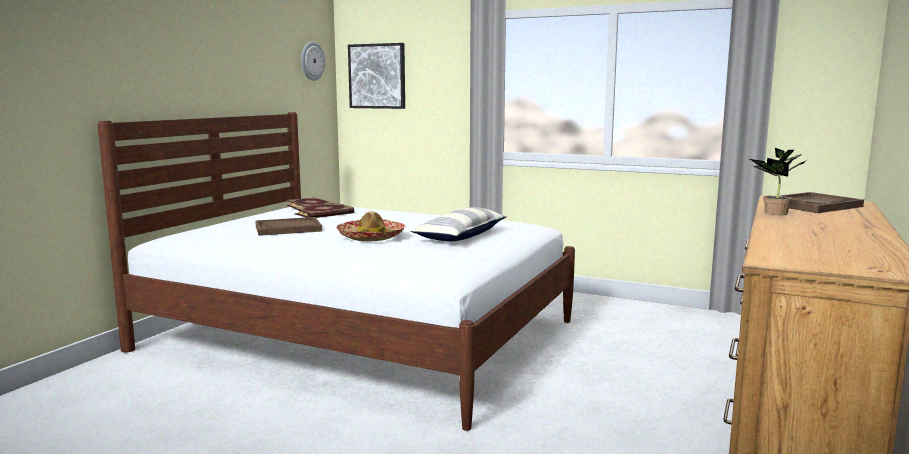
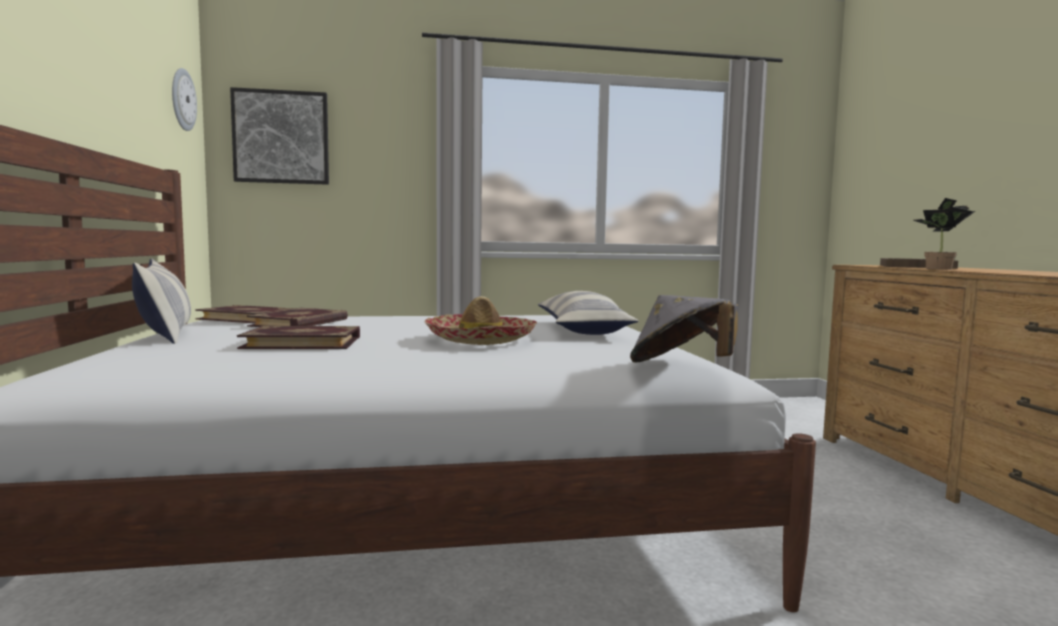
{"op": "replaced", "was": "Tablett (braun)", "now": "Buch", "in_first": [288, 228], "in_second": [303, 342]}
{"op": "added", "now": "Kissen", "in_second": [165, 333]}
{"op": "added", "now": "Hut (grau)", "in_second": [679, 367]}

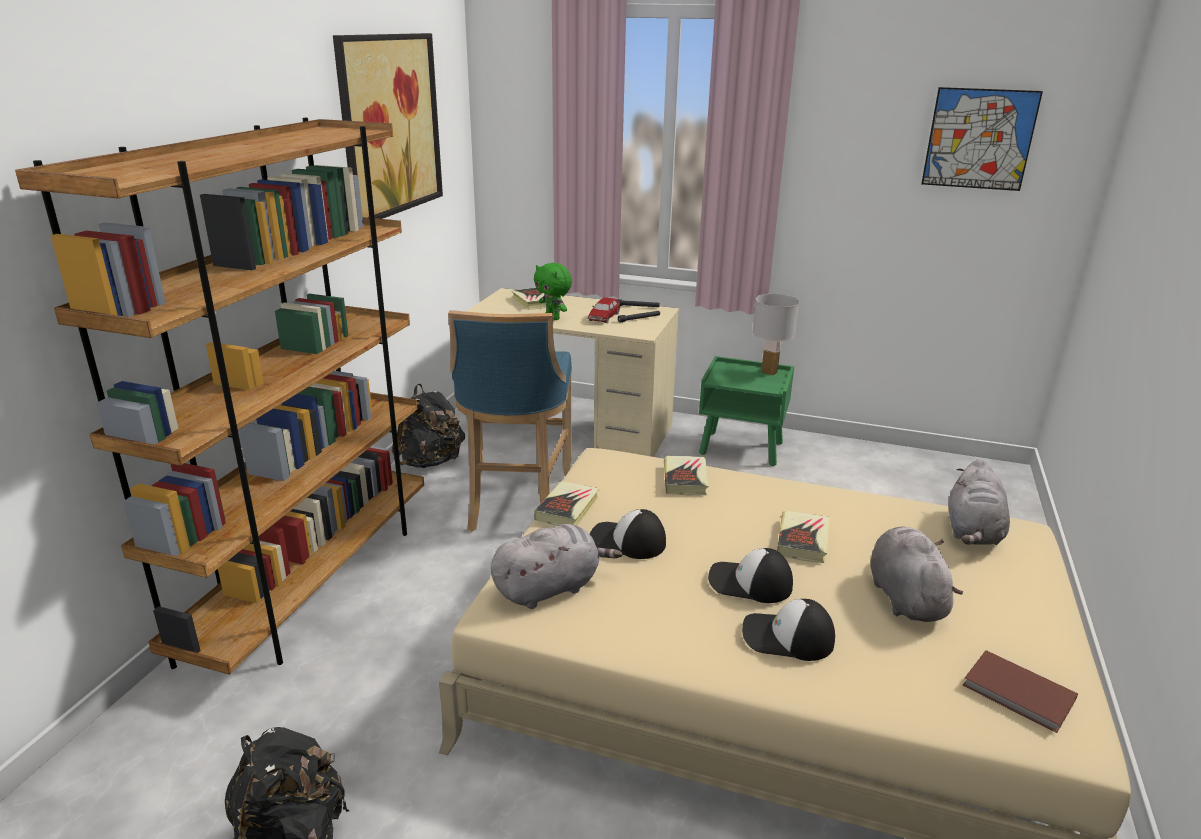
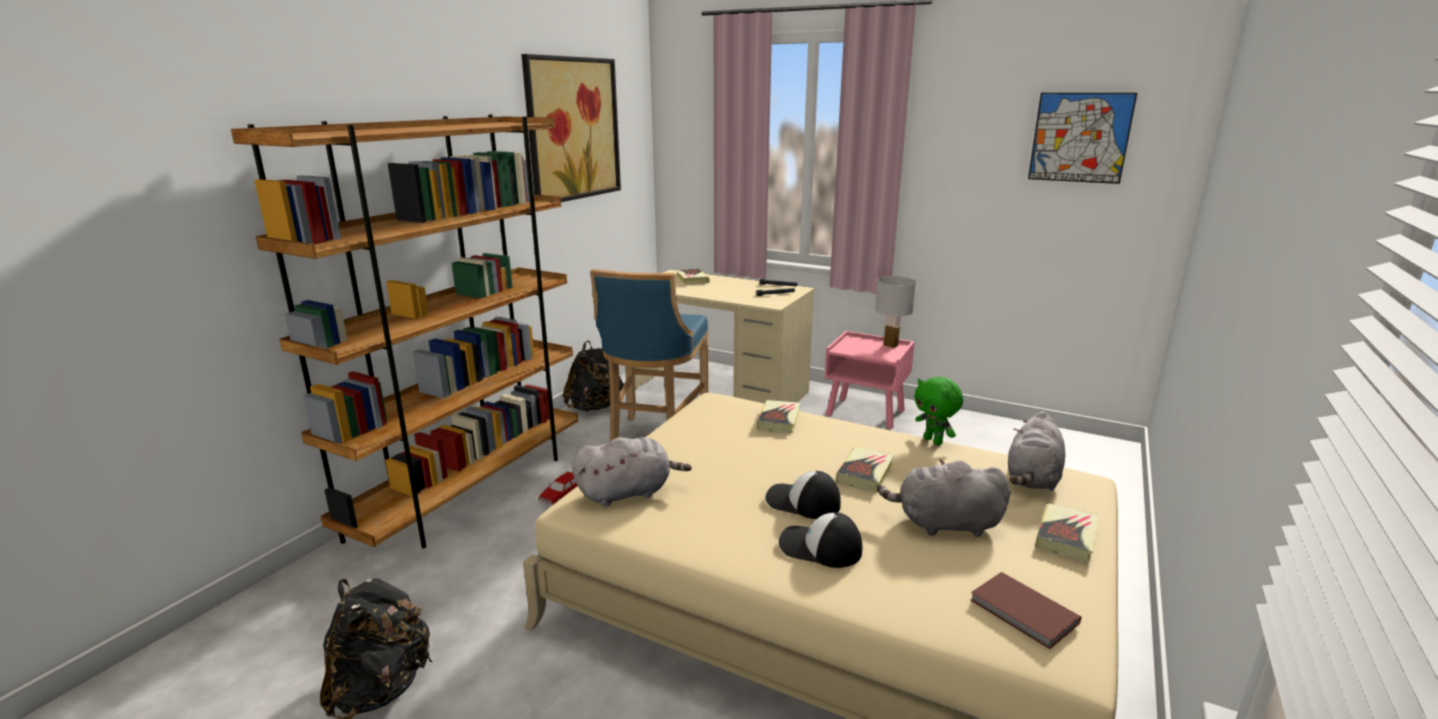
{"op": "moved", "was": "Plüschtier (grün)", "in_first": [553, 318], "in_second": [933, 441]}
{"op": "moved", "was": "Buch", "in_first": [567, 509], "in_second": [1066, 536]}
{"op": "moved", "was": "Spielzeugauto", "in_first": [603, 317], "in_second": [562, 495]}
{"op": "removed", "was": "Kappe", "in_first": [627, 541]}
{"op": "recoloured", "was": "Nachttisch (grün)", "now": "Nachttisch (rosa)", "in_first": [742, 448], "in_second": [866, 413]}
{"op": "turned", "was": "Plüschtier (grau)", "in_first": [904, 596], "in_second": [944, 524], "clockwise": -90}

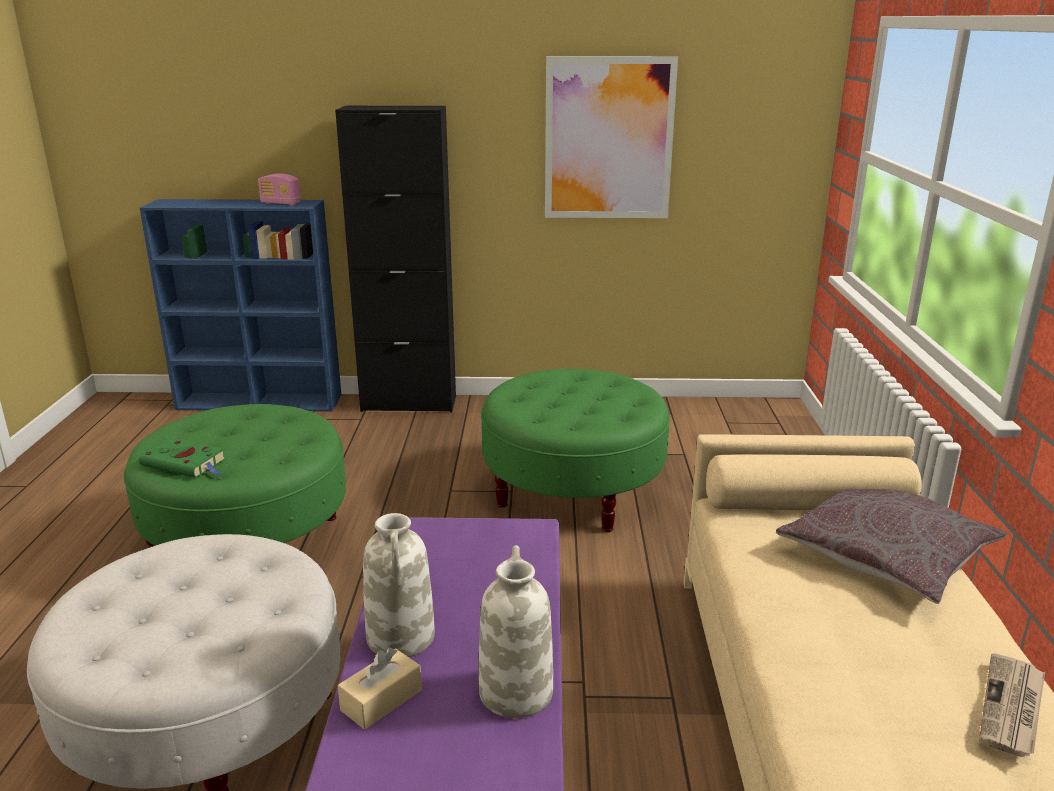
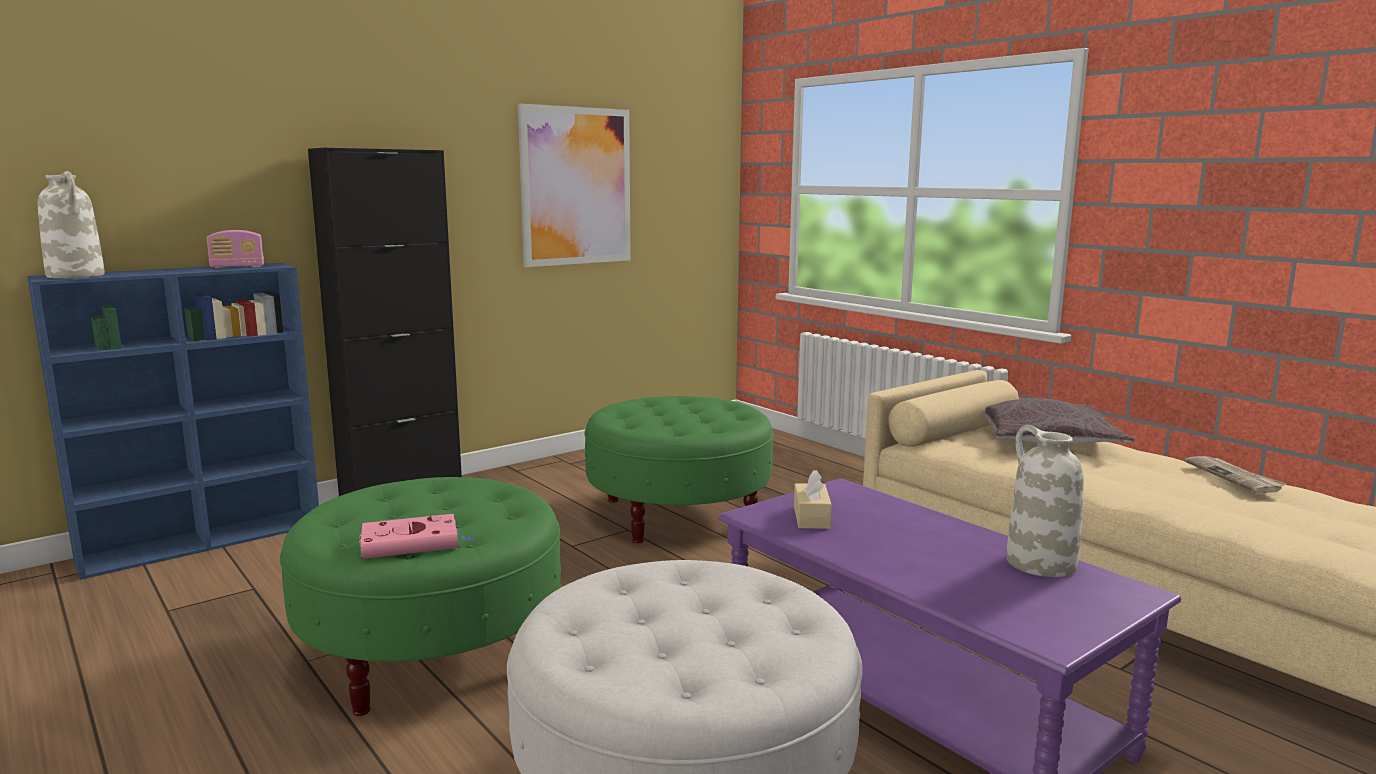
{"op": "recoloured", "was": "Buch (grün)", "now": "Buch (rosa)", "in_first": [186, 463], "in_second": [413, 543]}
{"op": "moved", "was": "Taschentuchbox (beige)", "in_first": [381, 700], "in_second": [811, 517]}
{"op": "moved", "was": "Vase (weiß)", "in_first": [401, 638], "in_second": [76, 275]}

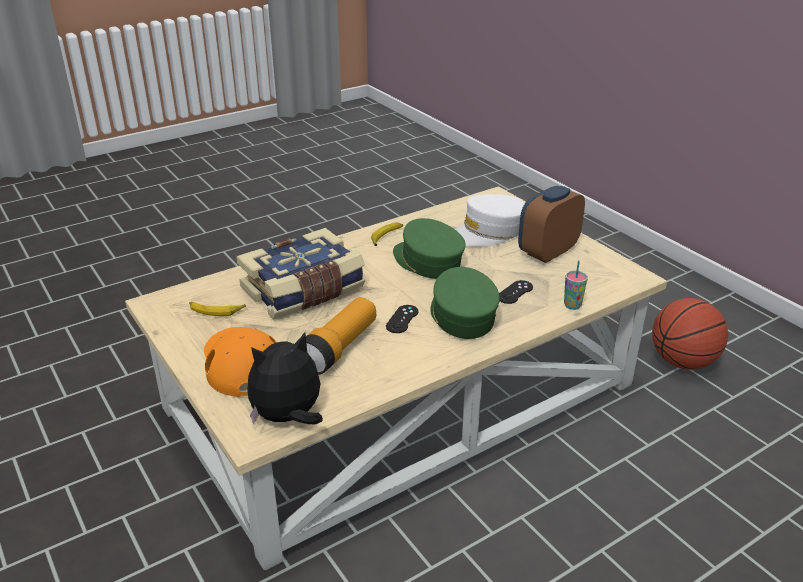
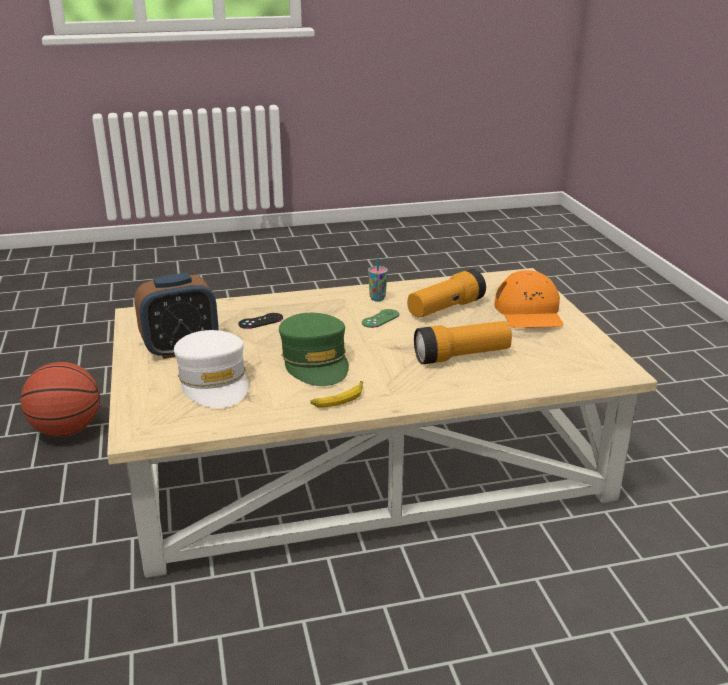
{"op": "removed", "was": "Banane", "in_first": [216, 311]}
{"op": "replaced", "was": "Buch", "now": "Taschenlampe", "in_first": [304, 291], "in_second": [461, 356]}
{"op": "removed", "was": "Plüschtier", "in_first": [288, 418]}
{"op": "recoloured", "was": "Gamepad (schwarz)", "now": "Gamepad (grün)", "in_first": [402, 319], "in_second": [380, 318]}
{"op": "removed", "was": "Kappe (grün)", "in_first": [461, 316]}
{"op": "turned", "was": "Kappe (weiß)", "in_first": [488, 232], "in_second": [214, 382], "clockwise": 75}
{"op": "moved", "was": "Tasse", "in_first": [572, 305], "in_second": [377, 298]}

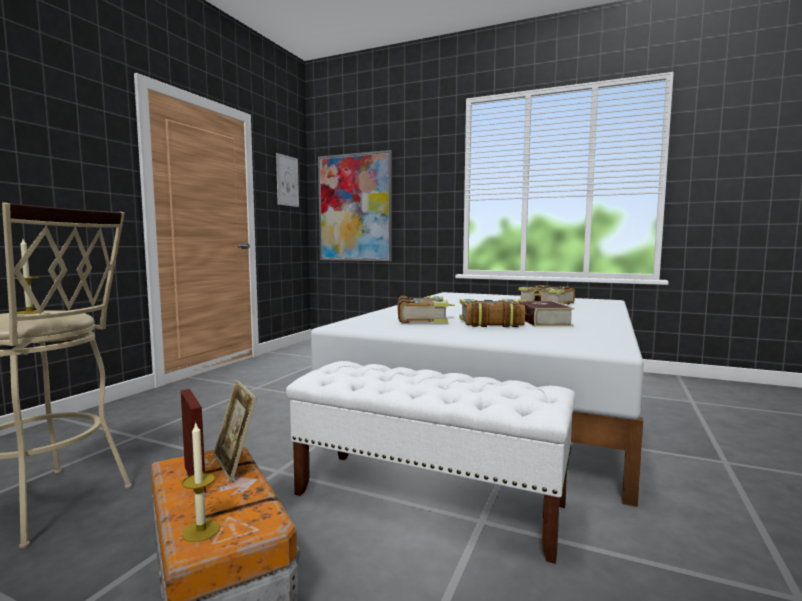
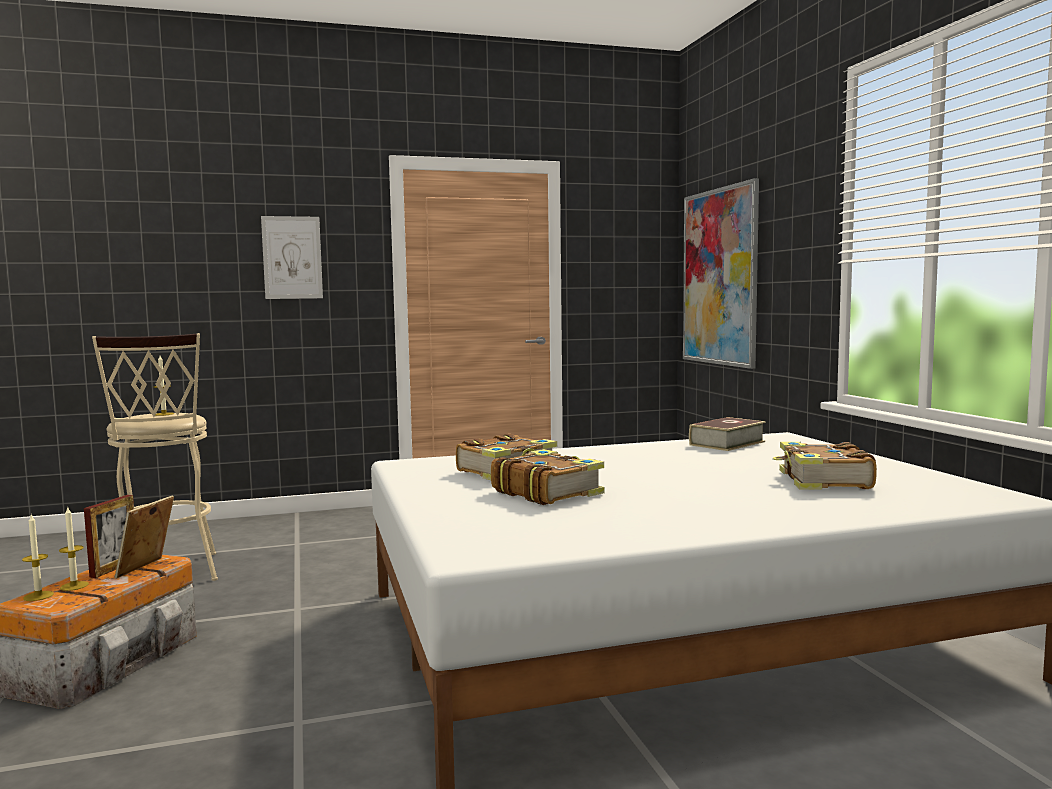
{"op": "moved", "was": "Bild", "in_first": [287, 181], "in_second": [292, 257]}
{"op": "removed", "was": "Bank (weiß)", "in_first": [428, 499]}
{"op": "moved", "was": "Buch", "in_first": [543, 321], "in_second": [727, 443]}
{"op": "added", "now": "Kerze", "in_second": [74, 586]}

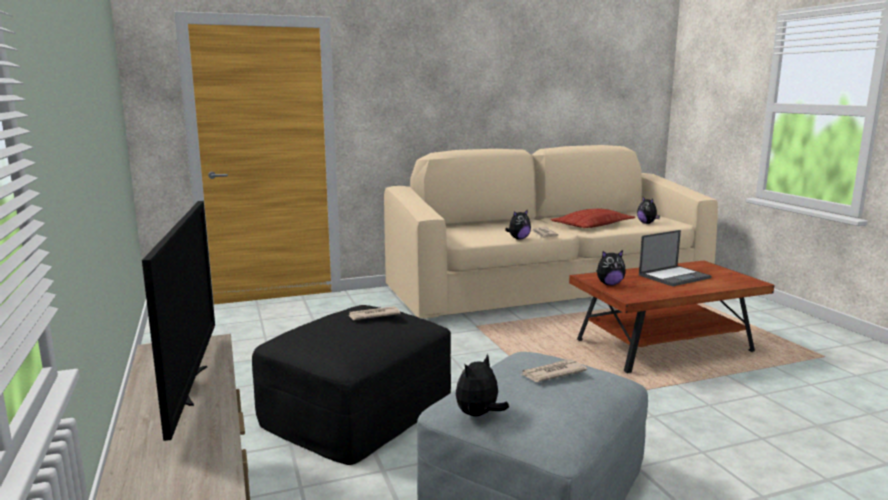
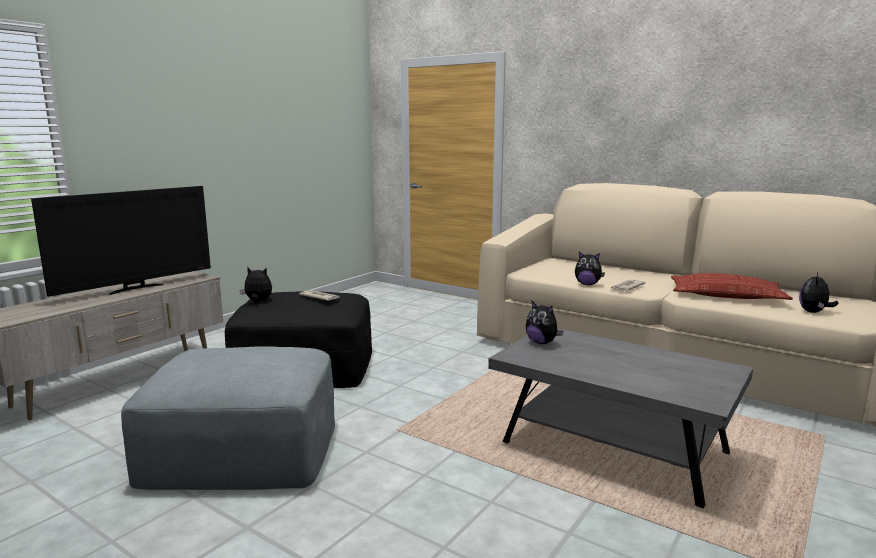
{"op": "moved", "was": "Plüschtier", "in_first": [479, 415], "in_second": [258, 301]}
{"op": "removed", "was": "Zeitung", "in_first": [552, 373]}
{"op": "recoloured", "was": "Couchtisch (braun)", "now": "Couchtisch (grau)", "in_first": [663, 347], "in_second": [613, 449]}
{"op": "removed", "was": "Laptop", "in_first": [674, 276]}

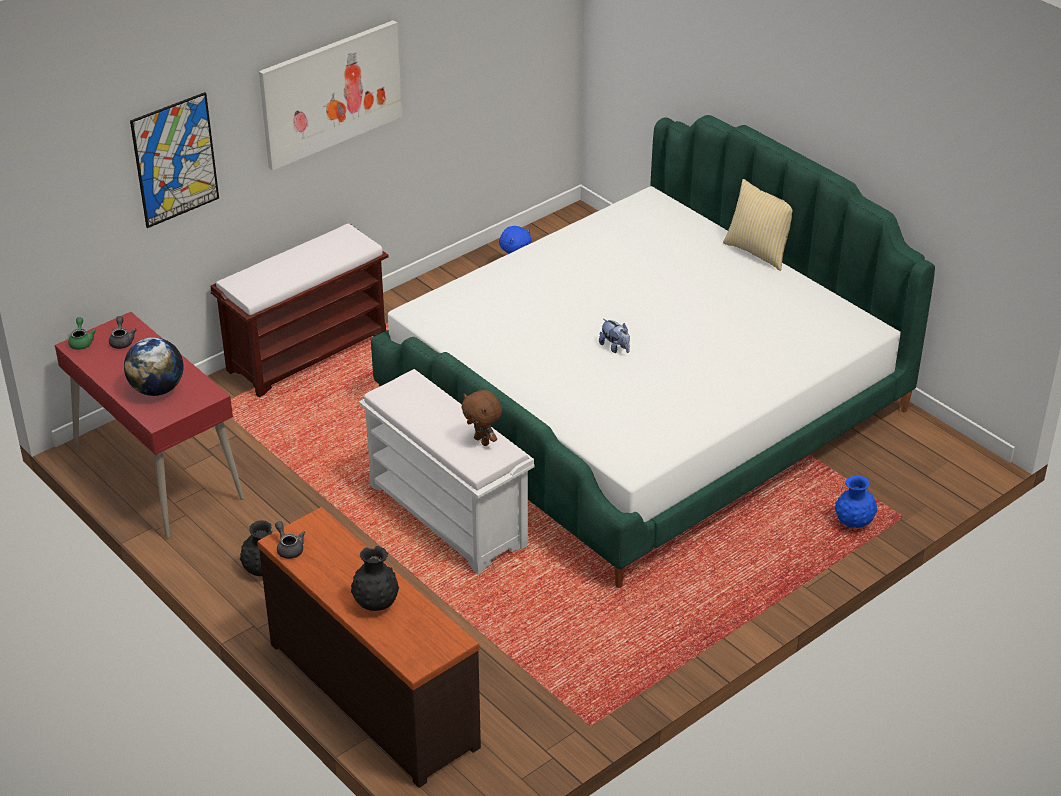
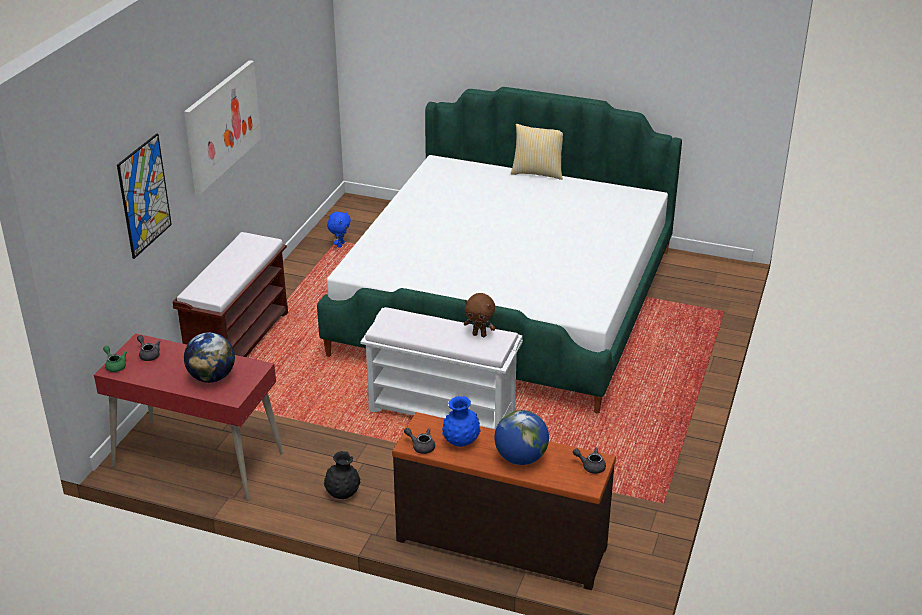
{"op": "replaced", "was": "Vase (schwarz)", "now": "Globus", "in_first": [376, 603], "in_second": [521, 458]}
{"op": "removed", "was": "Plüschtier", "in_first": [615, 347]}
{"op": "moved", "was": "Vase (blau)", "in_first": [853, 523], "in_second": [461, 442]}
{"op": "added", "now": "Teekanne (grau)", "in_second": [590, 466]}

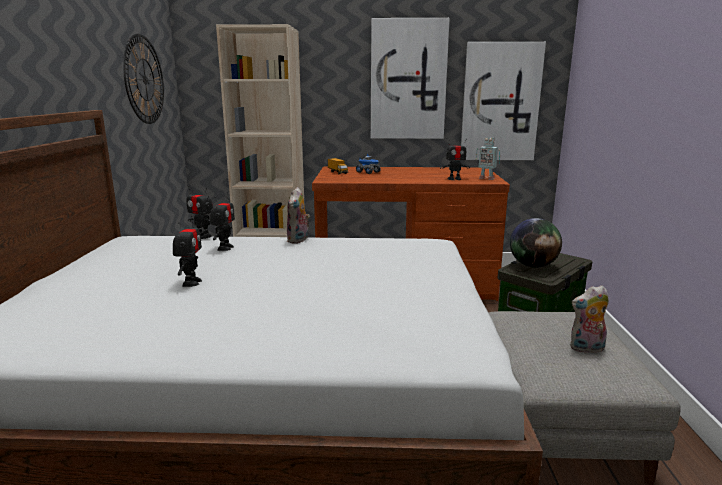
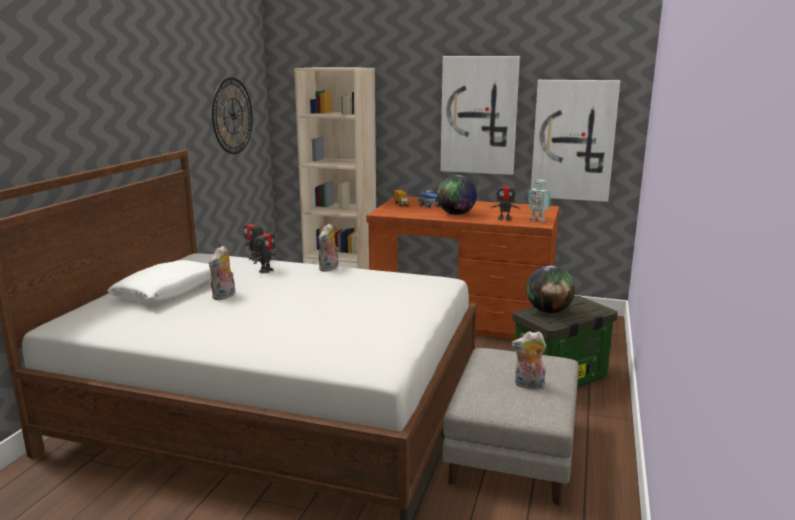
{"op": "replaced", "was": "Spielzeugroboter", "now": "Plüschtier", "in_first": [191, 282], "in_second": [224, 296]}
{"op": "added", "now": "Kissen (weiß)", "in_second": [168, 291]}
{"op": "added", "now": "Globus", "in_second": [456, 214]}

